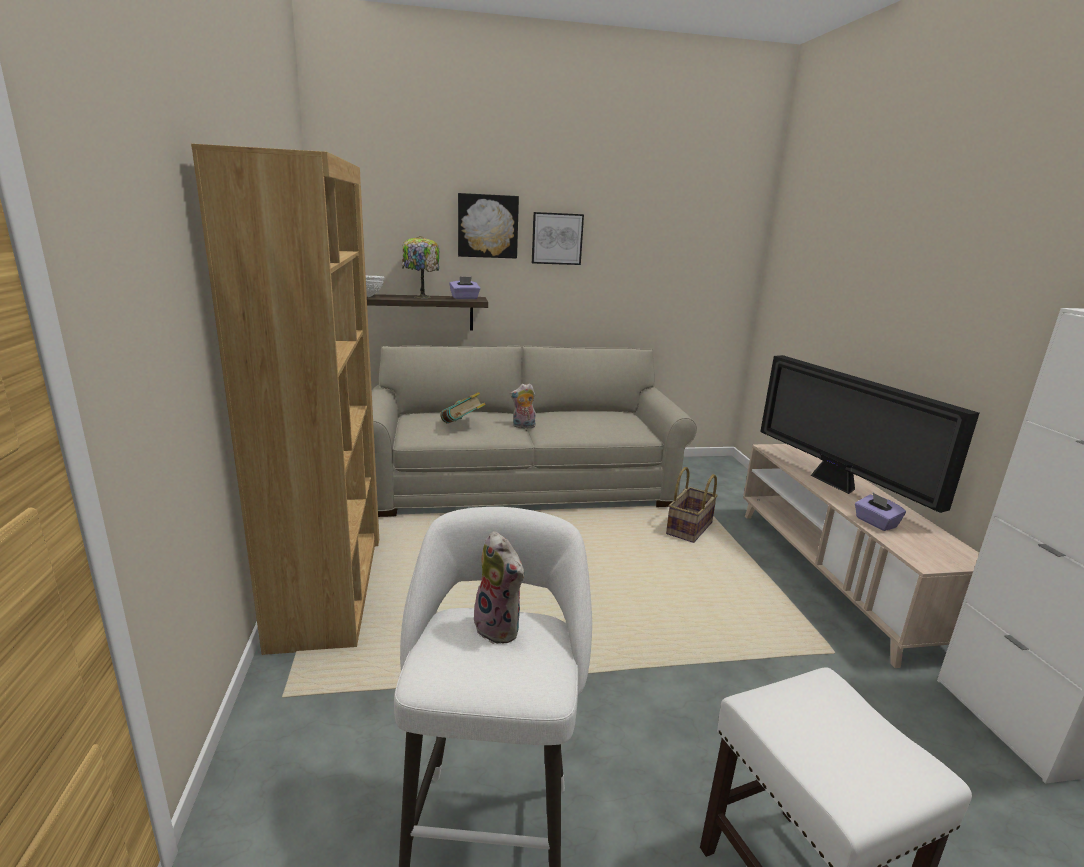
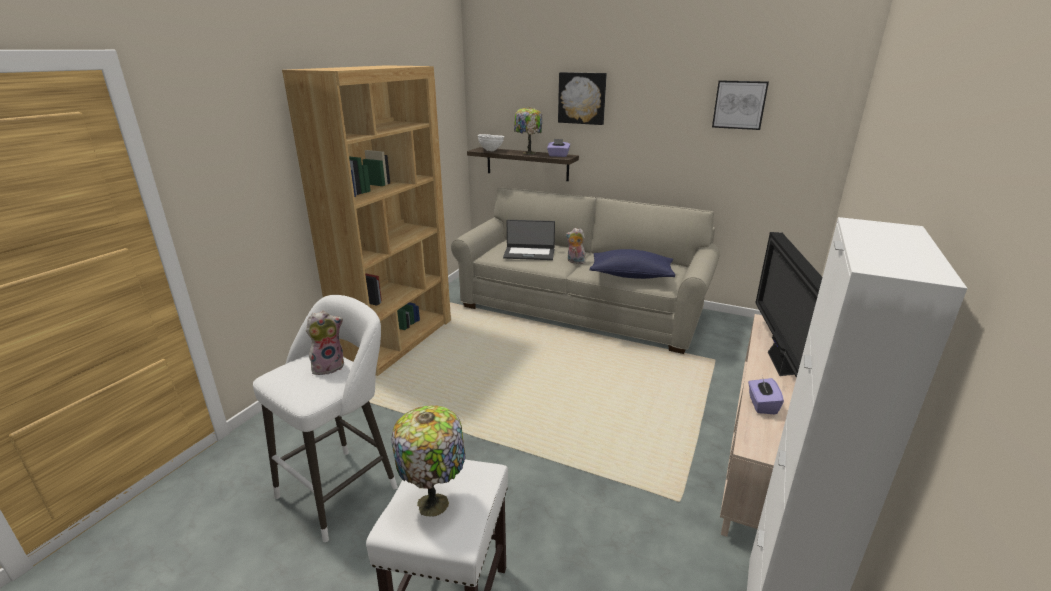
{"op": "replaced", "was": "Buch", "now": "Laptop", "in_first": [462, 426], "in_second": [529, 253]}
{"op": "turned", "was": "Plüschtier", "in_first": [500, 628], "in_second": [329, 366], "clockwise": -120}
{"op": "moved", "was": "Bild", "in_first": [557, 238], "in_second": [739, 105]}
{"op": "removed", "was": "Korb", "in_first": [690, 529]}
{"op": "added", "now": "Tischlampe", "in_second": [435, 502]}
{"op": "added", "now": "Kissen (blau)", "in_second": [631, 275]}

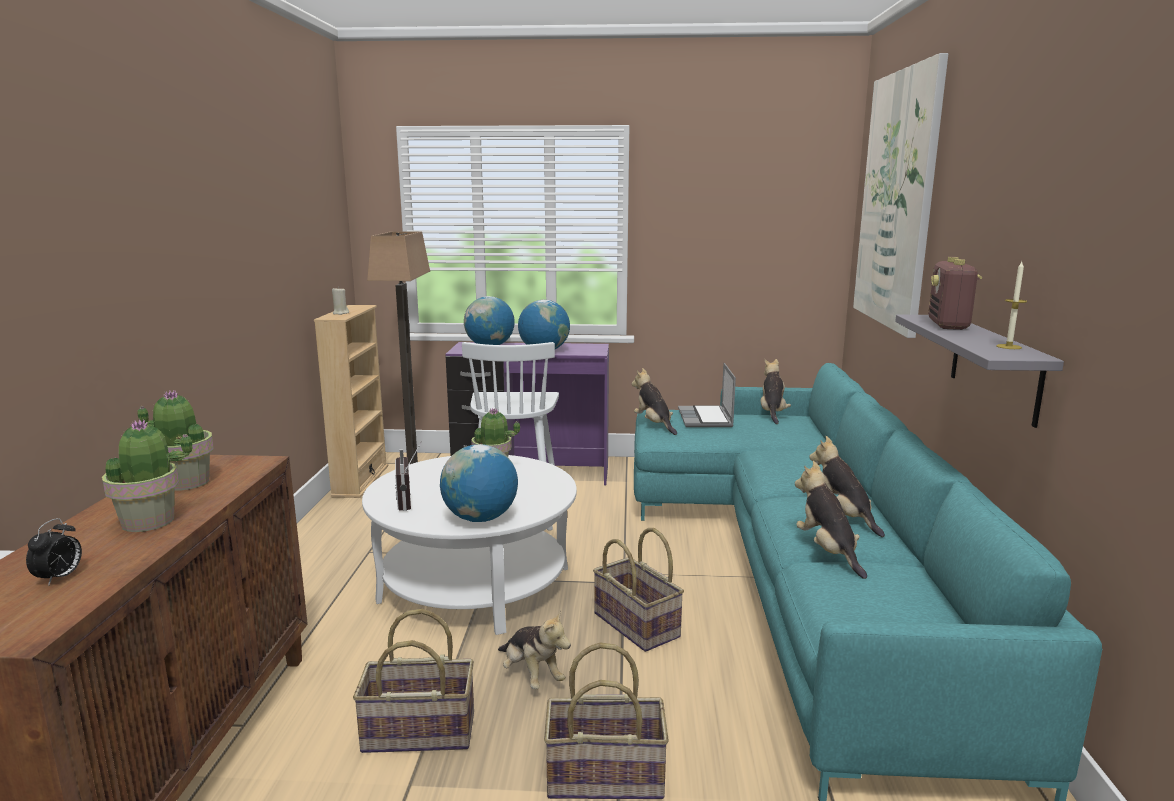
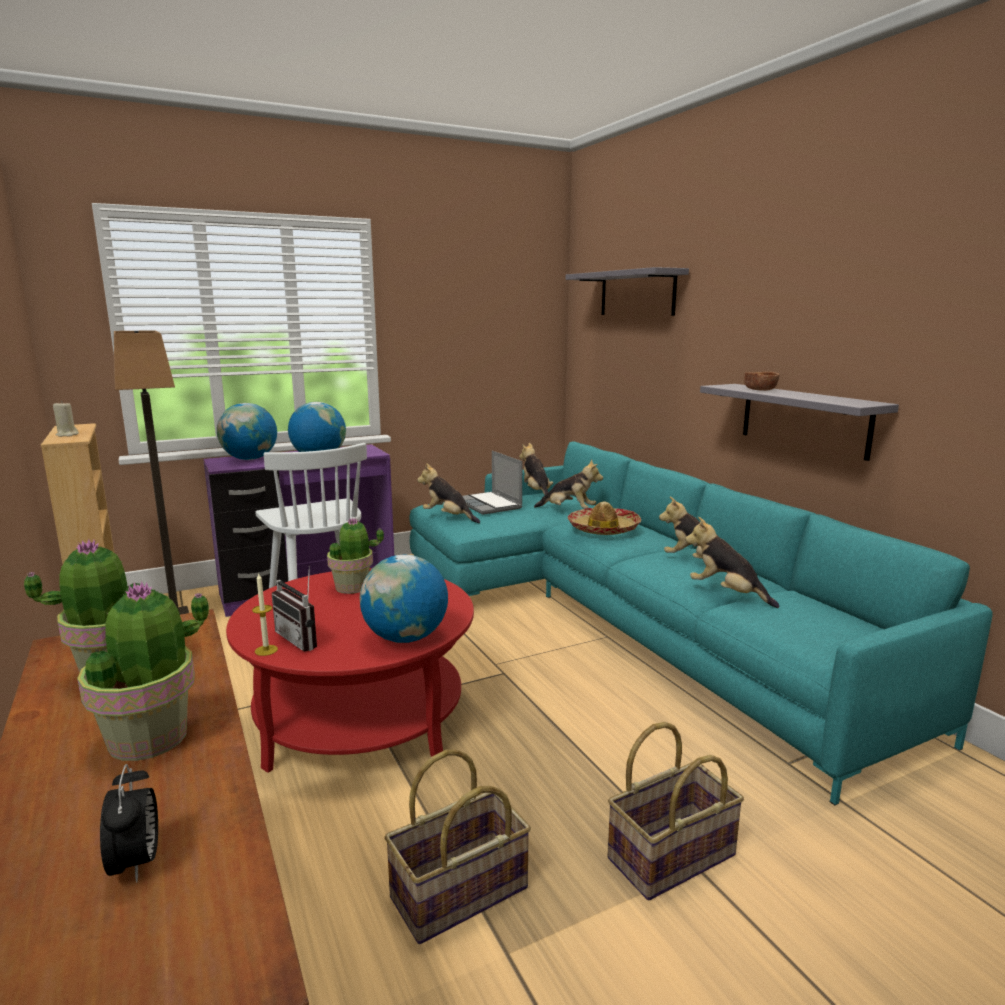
{"op": "recoloured", "was": "Couchtisch (weiß)", "now": "Couchtisch (rot)", "in_first": [475, 584], "in_second": [360, 716]}
{"op": "moved", "was": "Plüschtier", "in_first": [531, 675], "in_second": [568, 510]}
{"op": "removed", "was": "Korb", "in_first": [637, 625]}
{"op": "replaced", "was": "Bild", "now": "Wandregal (grau)", "in_first": [897, 200], "in_second": [637, 293]}
{"op": "replaced", "was": "Radio", "now": "Schüssel (braun)", "in_first": [948, 325], "in_second": [760, 389]}
{"op": "moved", "was": "Kerze", "in_first": [1009, 347], "in_second": [266, 650]}
{"op": "added", "now": "Hut", "in_second": [603, 529]}

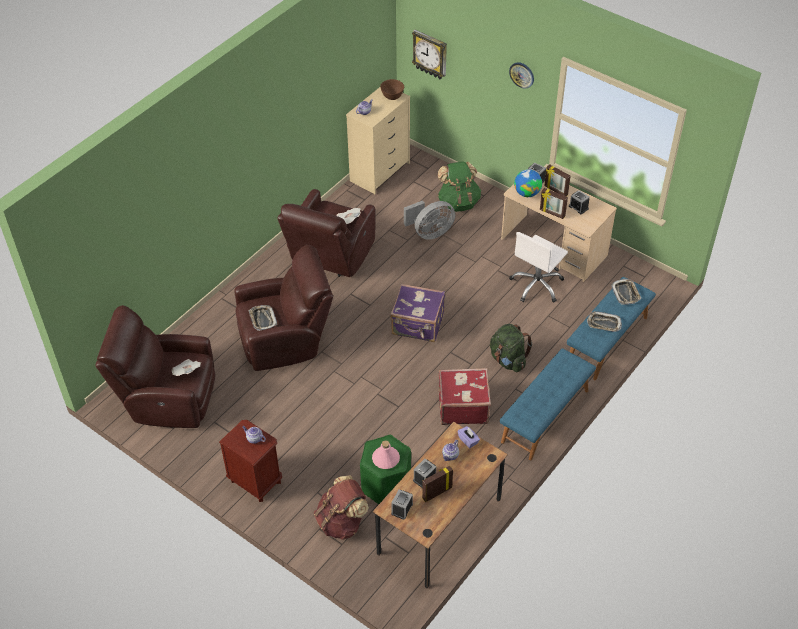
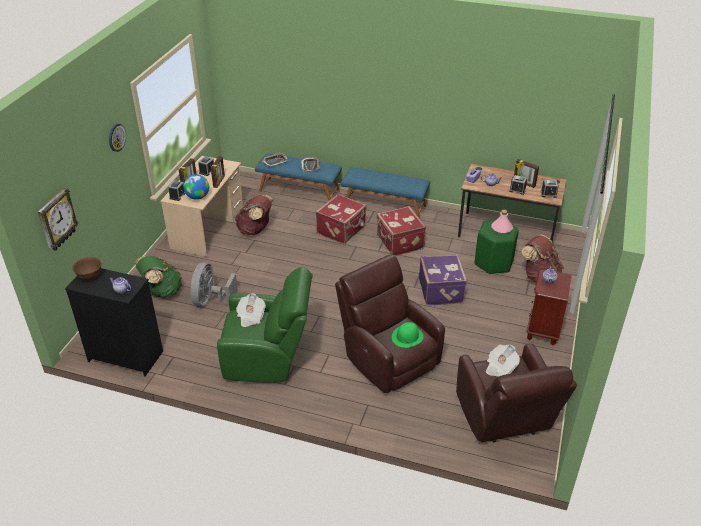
{"op": "replaced", "was": "Tablett", "now": "Hut (grün)", "in_first": [262, 319], "in_second": [407, 337]}
{"op": "recoloured", "was": "Sessel (braun)", "now": "Sessel (grün)", "in_first": [330, 257], "in_second": [268, 359]}
{"op": "recoloured", "was": "Kommode (beige)", "now": "Kommode (schwarz)", "in_first": [380, 172], "in_second": [126, 356]}
{"op": "moved", "was": "Koffer (lila)", "in_first": [418, 325], "in_second": [442, 291]}
{"op": "turned", "was": "Ventilator (grau)", "in_first": [430, 233], "in_second": [211, 300], "clockwise": -120}
{"op": "replaced", "was": "Rucksack (grün)", "now": "Koffer (rot)", "in_first": [508, 360], "in_second": [342, 230]}
{"op": "replaced", "was": "Bürostuhl (weiß)", "now": "Rucksack (braun)", "in_first": [537, 285], "in_second": [255, 230]}

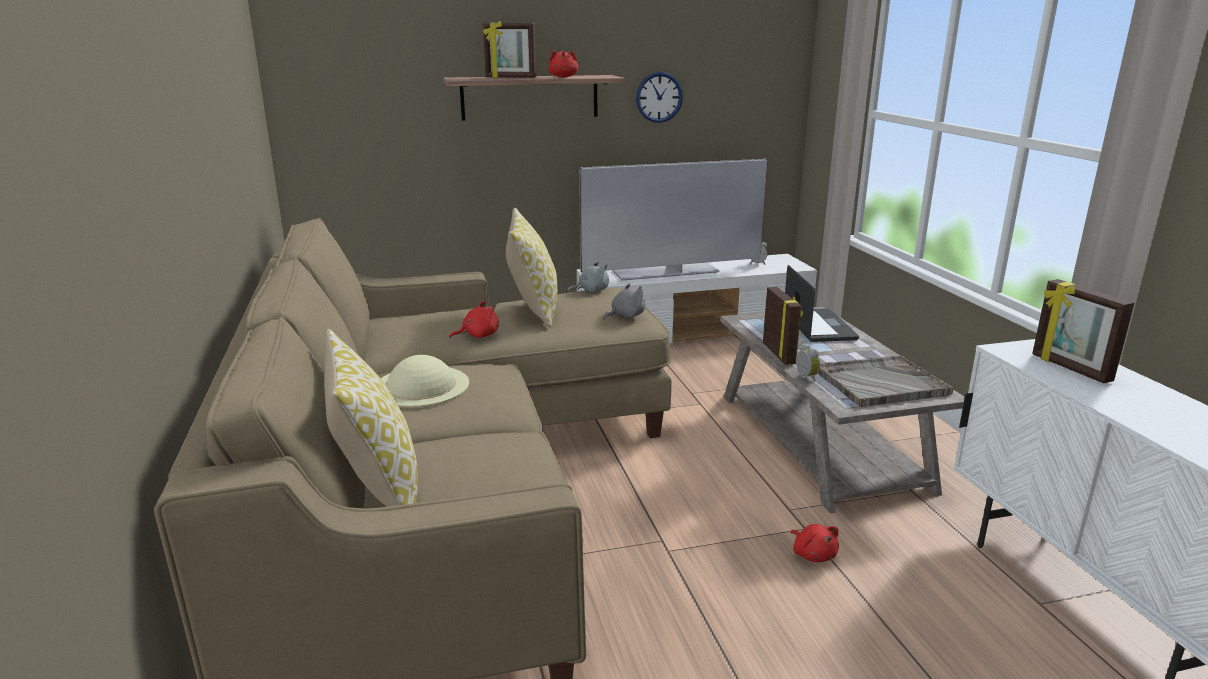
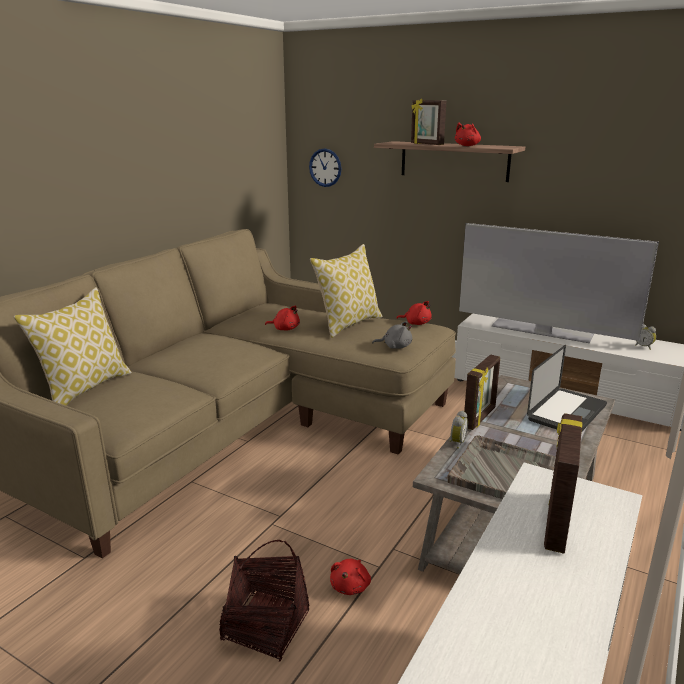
{"op": "removed", "was": "Hut (beige)", "in_first": [421, 386]}
{"op": "recoloured", "was": "Plüschtier (grau)", "now": "Plüschtier (rot)", "in_first": [591, 291], "in_second": [416, 323]}
{"op": "moved", "was": "Wanduhr", "in_first": [659, 97], "in_second": [325, 167]}
{"op": "added", "now": "Korb", "in_second": [265, 626]}

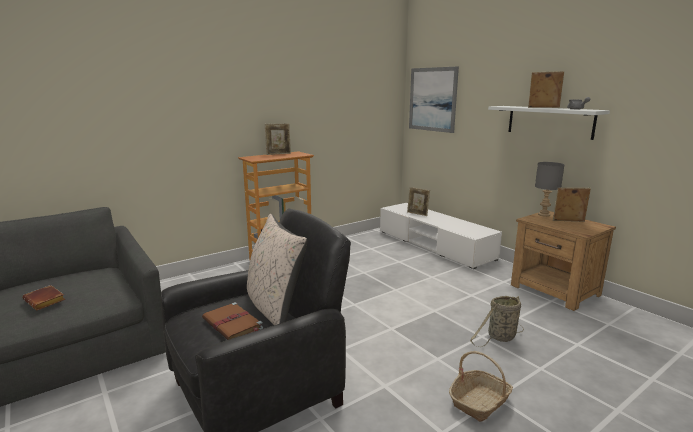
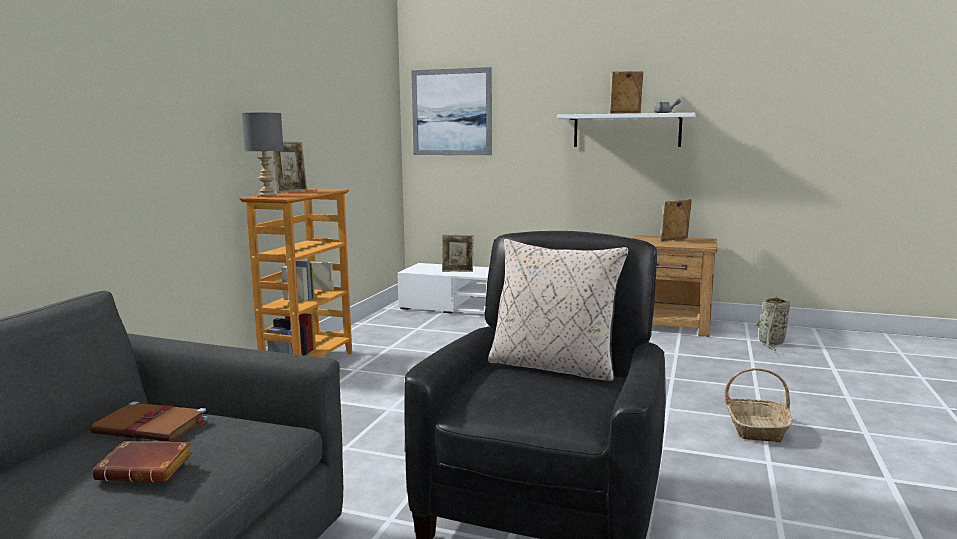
{"op": "moved", "was": "Buch (braun)", "in_first": [233, 324], "in_second": [152, 426]}
{"op": "moved", "was": "Korb", "in_first": [500, 337], "in_second": [771, 343]}
{"op": "moved", "was": "Tischlampe (grau)", "in_first": [544, 215], "in_second": [268, 195]}

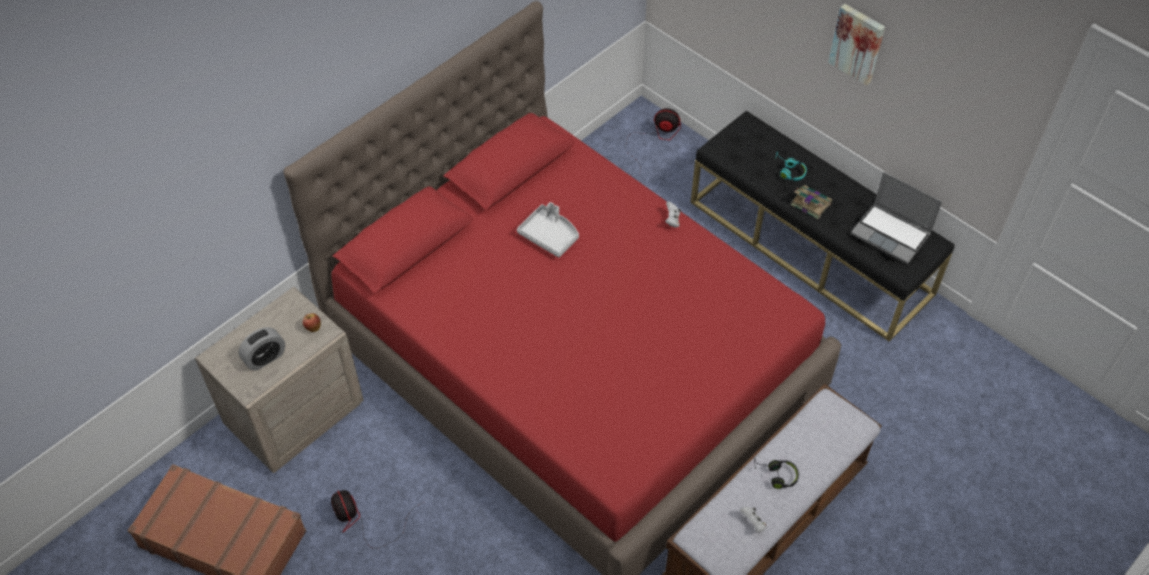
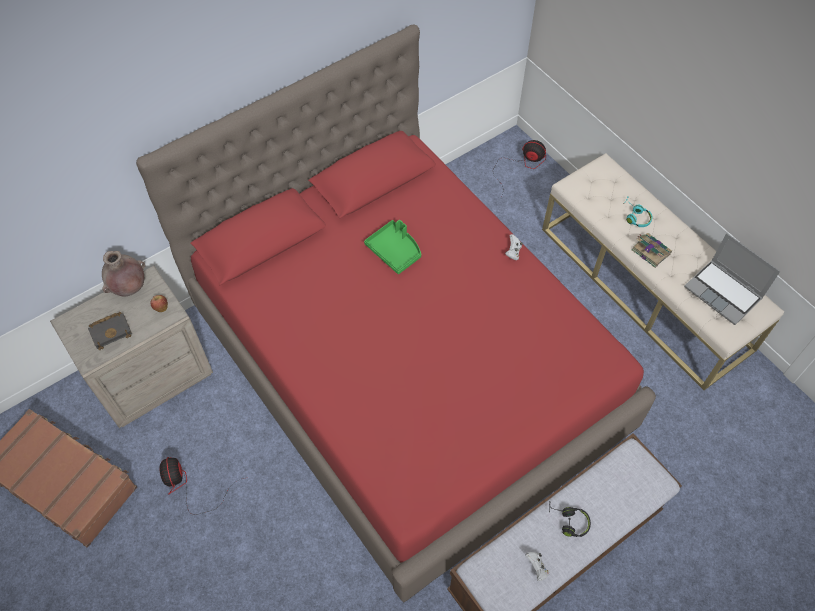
{"op": "replaced", "was": "Wecker", "now": "Buch (schwarz)", "in_first": [265, 358], "in_second": [111, 331]}
{"op": "recoloured", "was": "Tablett (grau)", "now": "Tablett (grün)", "in_first": [550, 235], "in_second": [395, 251]}
{"op": "recoloured", "was": "Bank (schwarz)", "now": "Bank (beige)", "in_first": [810, 247], "in_second": [644, 287]}
{"op": "removed", "was": "Bild", "in_first": [858, 43]}
{"op": "added", "now": "Vase (braun)", "in_second": [129, 288]}

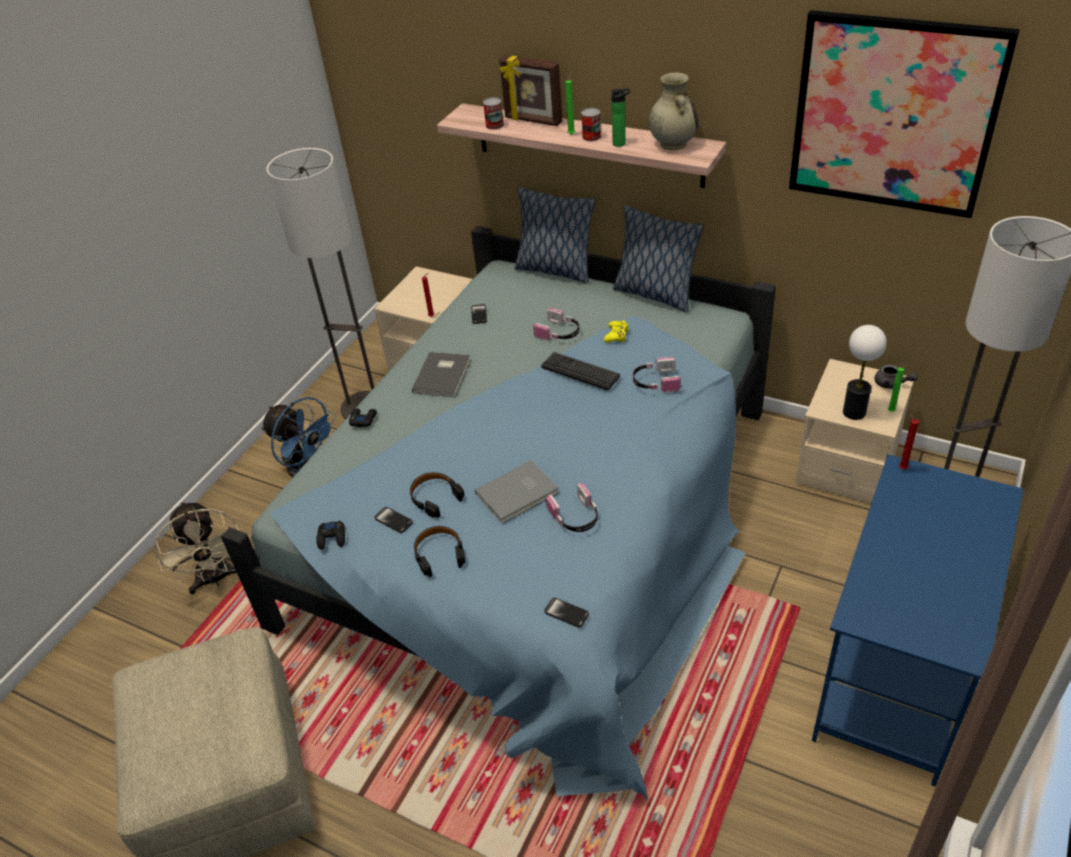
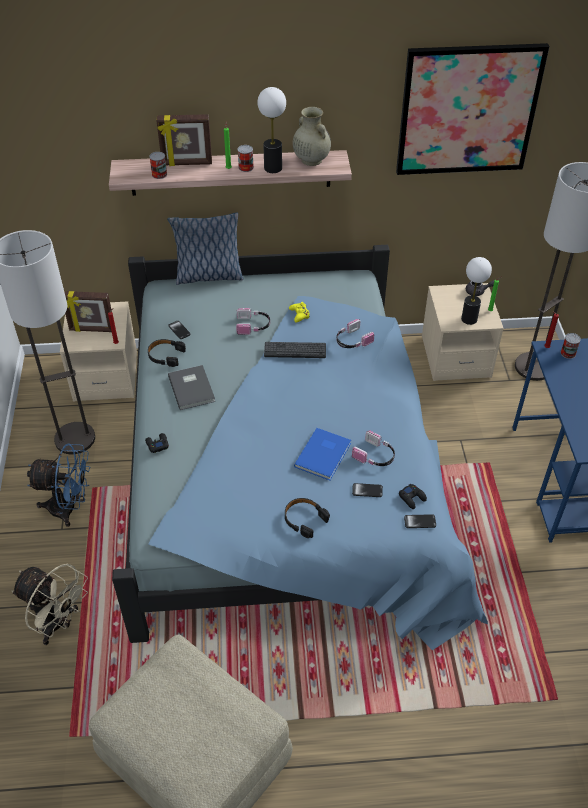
{"op": "moved", "was": "Gamepad (schwarz)", "in_first": [332, 538], "in_second": [412, 498]}
{"op": "moved", "was": "Handy", "in_first": [393, 520], "in_second": [367, 490]}
{"op": "moved", "was": "Kopfhörer (schwarz)", "in_first": [435, 497], "in_second": [165, 355]}
{"op": "recoloured", "was": "Buch (grau)", "now": "Buch (blau)", "in_first": [519, 494], "in_second": [324, 455]}
{"op": "replaced", "was": "Flasche", "now": "Tischlampe", "in_first": [621, 143], "in_second": [273, 168]}
{"op": "removed", "was": "Kissen", "in_first": [654, 294]}
{"op": "added", "now": "Bilderrahmen", "in_second": [92, 329]}
{"op": "added", "now": "Dose", "in_second": [568, 353]}

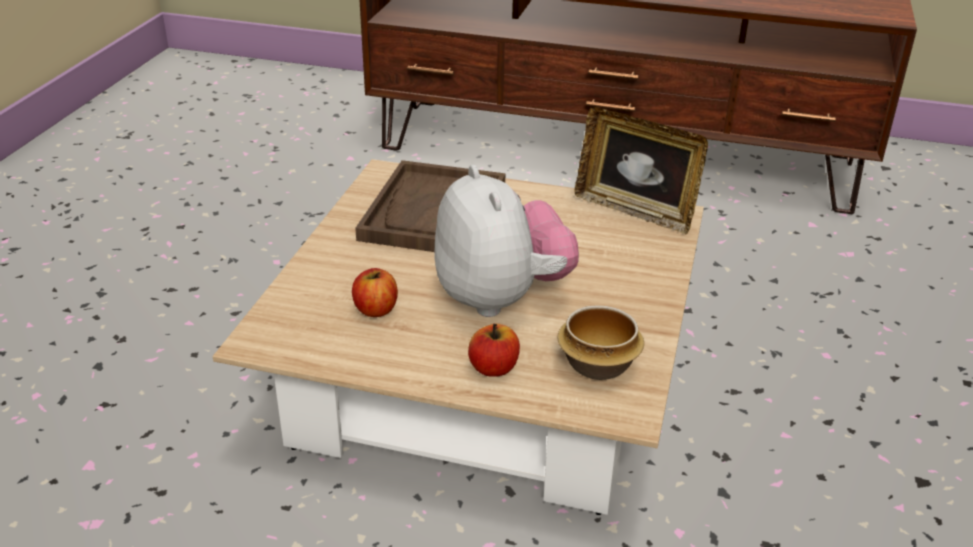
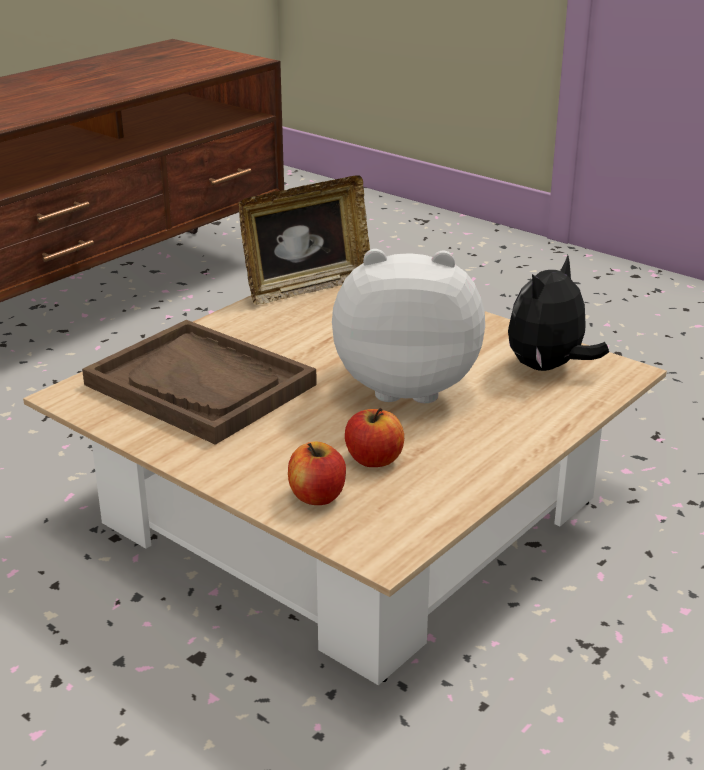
{"op": "moved", "was": "Apfel", "in_first": [494, 368], "in_second": [317, 496]}
{"op": "replaced", "was": "Schüssel", "now": "Plüschtier", "in_first": [596, 365], "in_second": [548, 368]}

